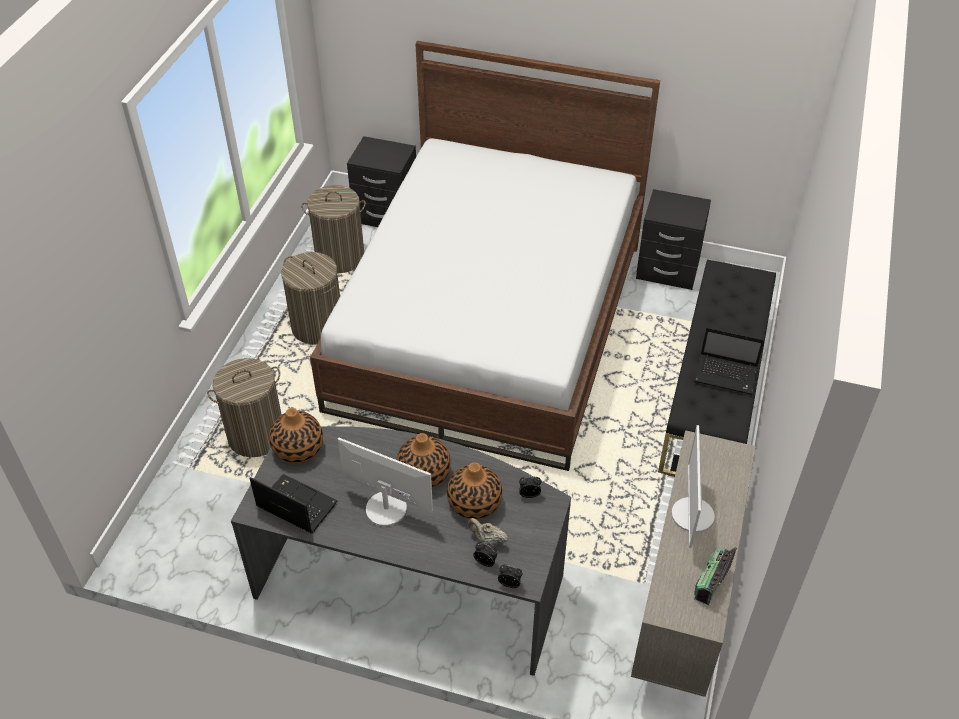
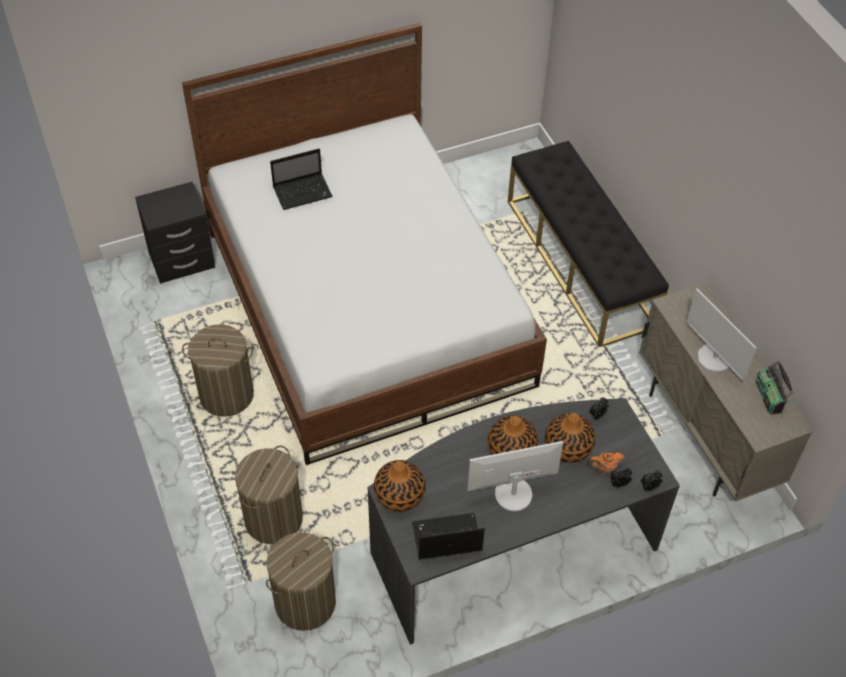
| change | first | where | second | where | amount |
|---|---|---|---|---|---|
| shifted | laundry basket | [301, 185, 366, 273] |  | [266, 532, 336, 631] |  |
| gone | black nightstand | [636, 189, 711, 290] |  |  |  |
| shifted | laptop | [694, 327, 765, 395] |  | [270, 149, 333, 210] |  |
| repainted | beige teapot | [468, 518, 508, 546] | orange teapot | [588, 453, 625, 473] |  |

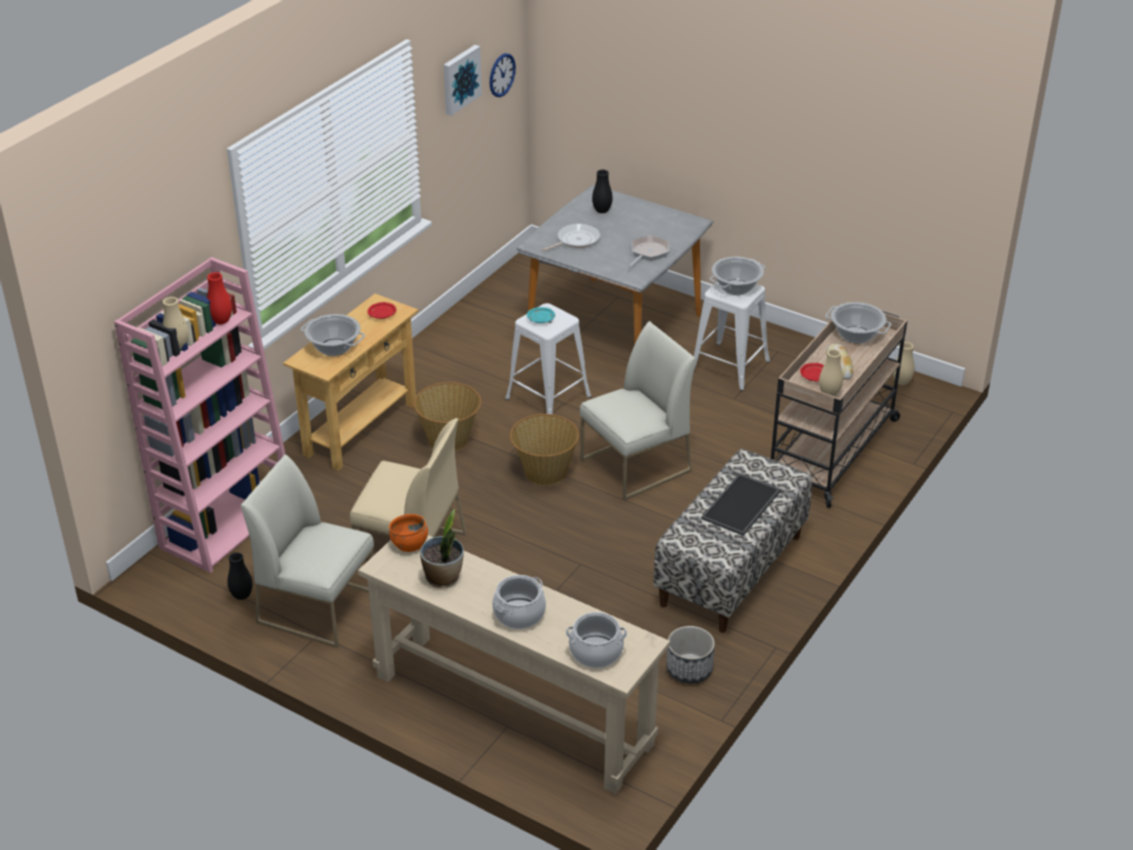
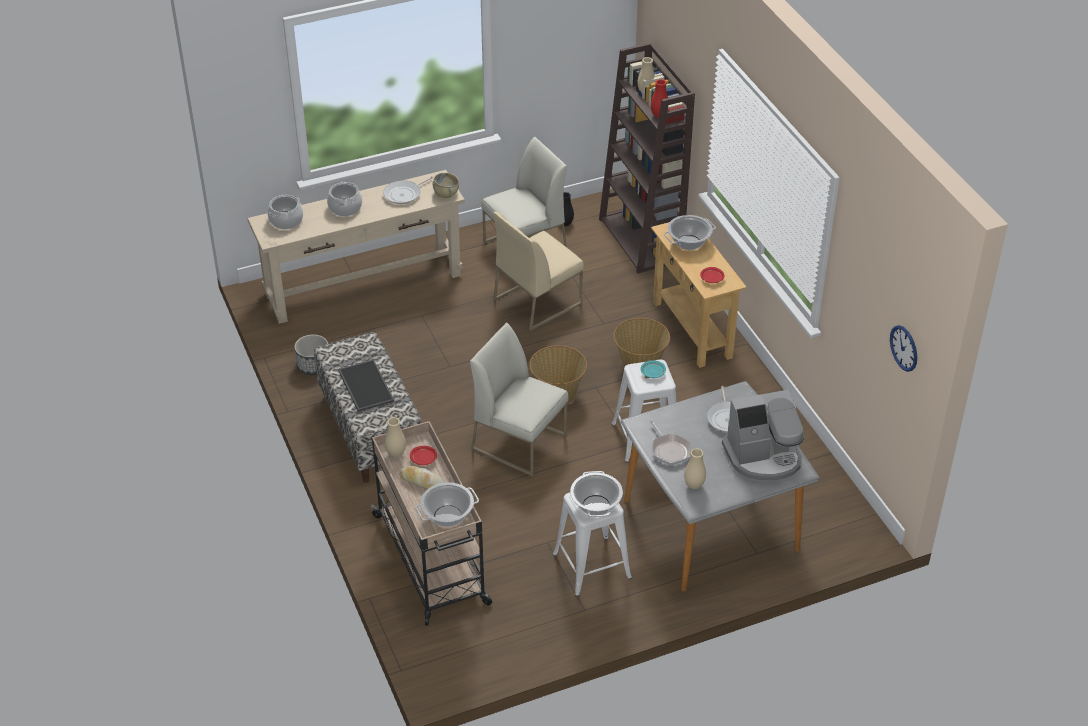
| change | first | where | second | where | amount |
|---|---|---|---|---|---|
| gone | picture | [444, 45, 482, 116] |  |  |  |
| swapped | black vase | [592, 170, 613, 213] | coffee machine | [722, 389, 804, 481] |  |
| repainted | pink bookcase | [114, 257, 285, 573] | brown bookcase | [599, 43, 695, 273] |  |
| rotated | white chair | [580, 321, 696, 501] |  | [470, 323, 568, 476] | 120 degrees clockwise |
| shifted | beige vase | [893, 342, 915, 385] |  | [684, 448, 706, 489] |  |
| swapped | potted plant | [420, 509, 464, 588] | frying pan | [383, 177, 433, 204] |  |
| repainted | orange bowl | [389, 514, 428, 552] | beige bowl | [433, 173, 459, 198] |  |

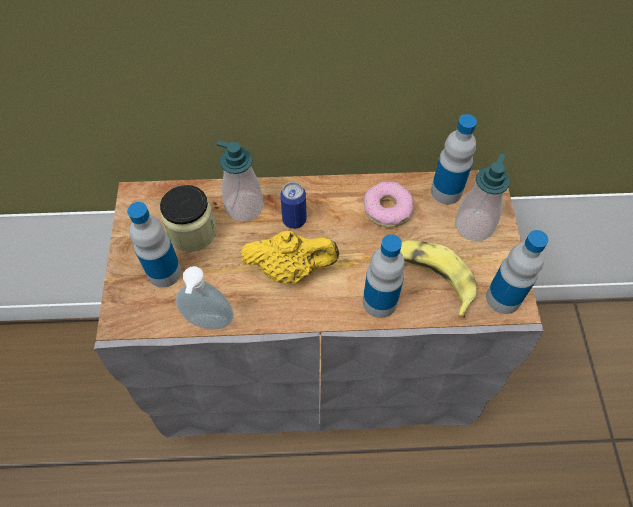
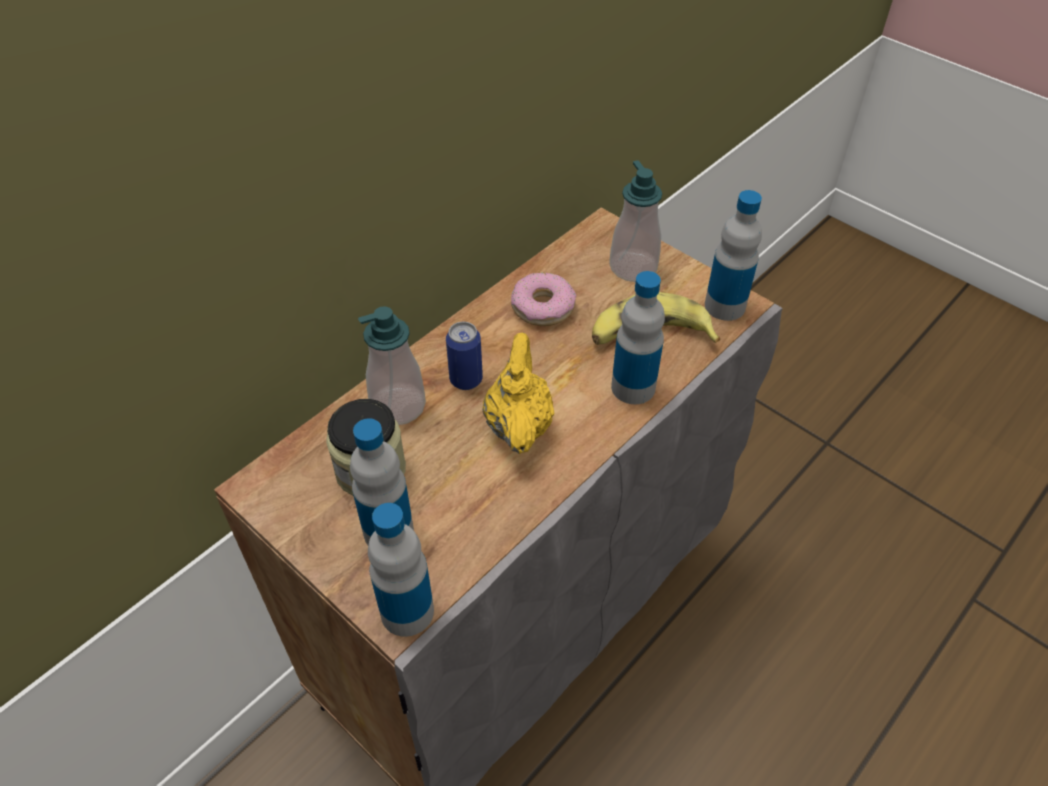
| change | first | where | second | where | amount |
|---|---|---|---|---|---|
| shifted | bottle | [431, 114, 477, 204] |  | [368, 503, 434, 637] |  |
| rotated | yellow teapot | [240, 231, 339, 284] |  | [483, 332, 554, 454] | 45 degrees counterclockwise |
| gone | soap dispenser | [176, 266, 234, 329] |  |  |  |

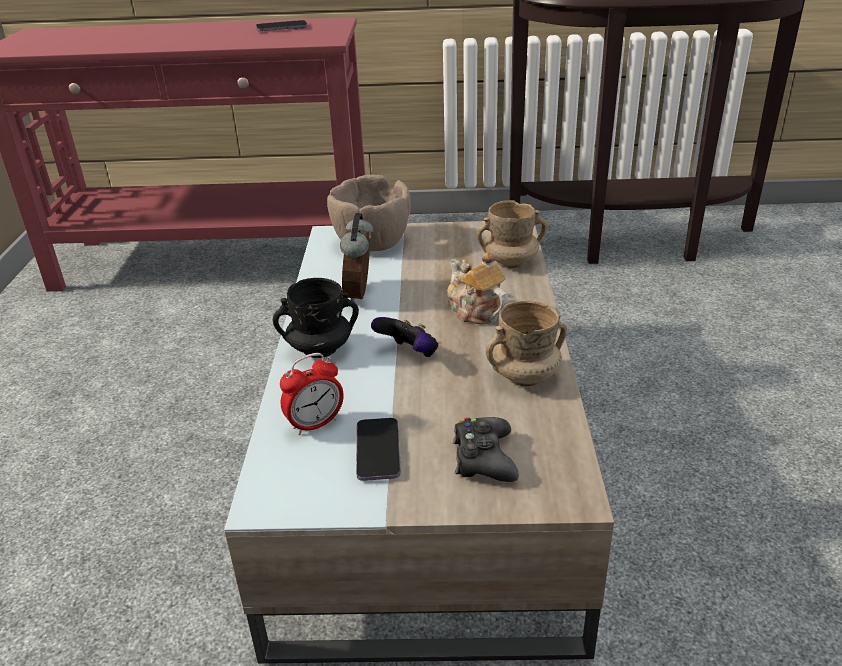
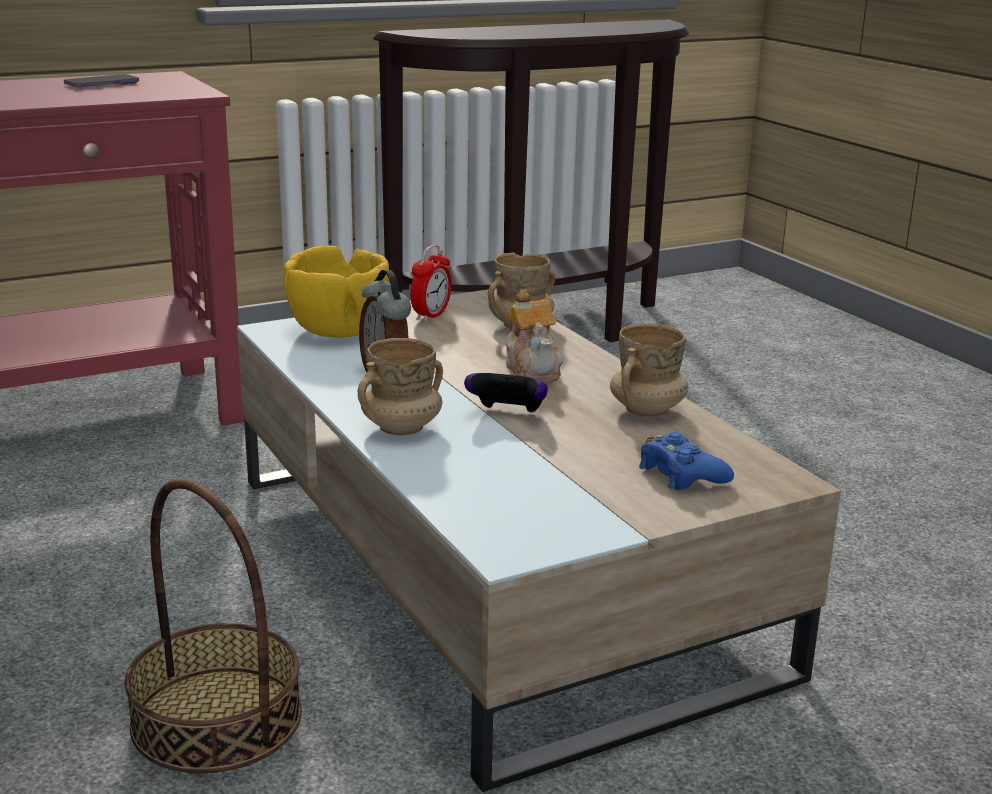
| change | first | where | second | where | amount |
|---|---|---|---|---|---|
| repainted | brown bowl | [327, 175, 411, 251] | yellow bowl | [284, 246, 389, 338] |  |
| rotated | teapot | [447, 251, 508, 324] |  | [505, 289, 563, 384] | 135 degrees counterclockwise |
| repainted | black mug | [273, 278, 359, 358] | beige mug | [358, 338, 443, 435] |  |
| shifted | alarm clock | [280, 353, 344, 435] |  | [410, 245, 452, 322] |  |
| repainted | black game controller | [453, 417, 519, 482] | blue game controller | [639, 432, 734, 490] |  |
| gone | phone | [356, 418, 401, 481] |  |  |  |
| new |  |  | basket | [125, 479, 302, 773] |  |

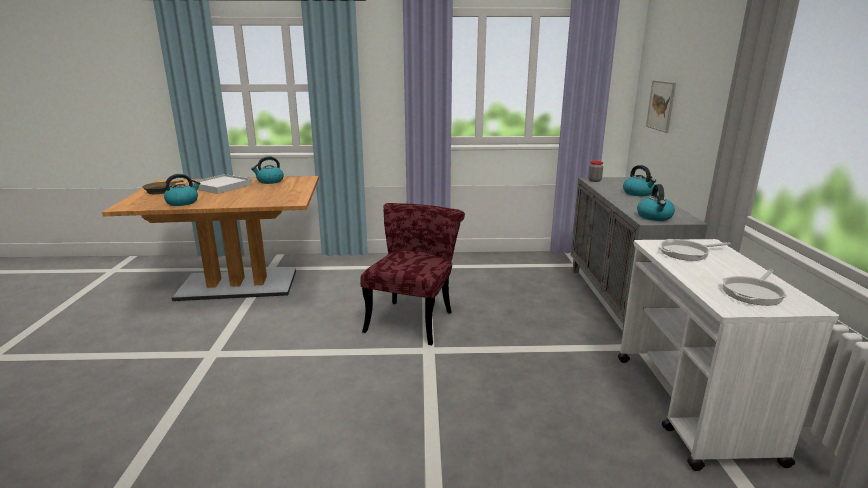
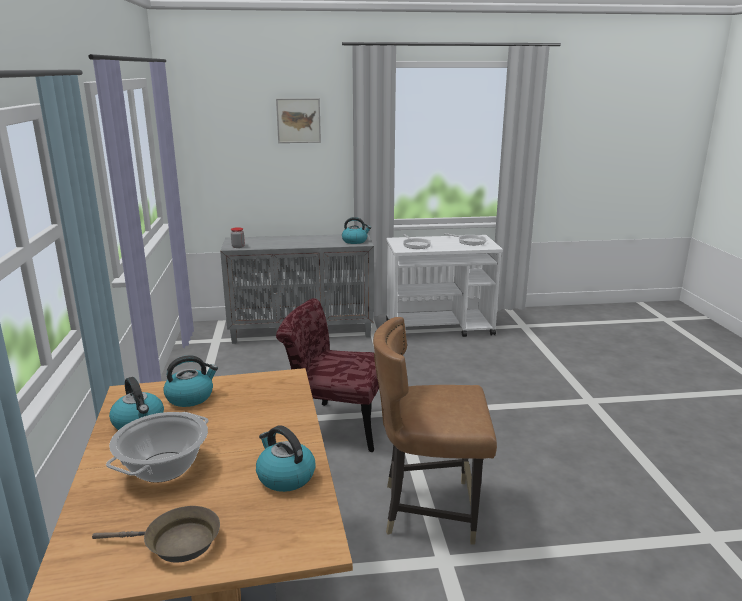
| change | first | where | second | where | amount |
|---|---|---|---|---|---|
| shifted | picture | [646, 80, 676, 133] |  | [276, 98, 321, 143] |  |
| shifted | kettle | [623, 165, 656, 196] |  | [163, 355, 218, 407] |  |
| swapped | white tray | [192, 174, 252, 194] | cooking pot | [106, 412, 209, 483] |  |
| new |  |  | brown chair | [373, 317, 497, 544] |  |

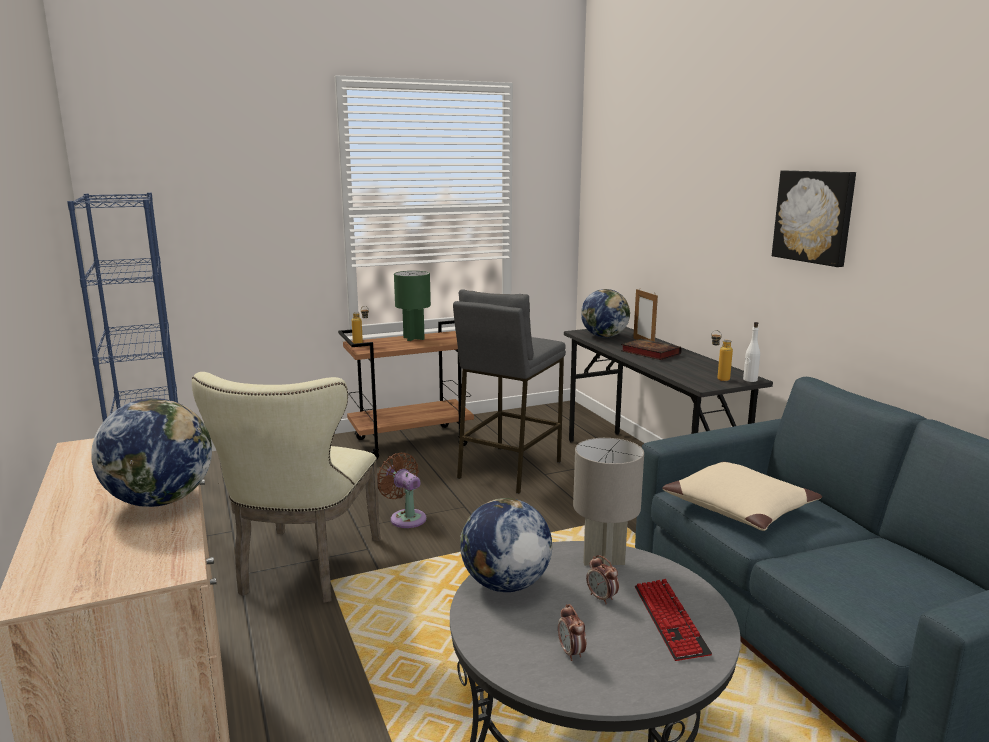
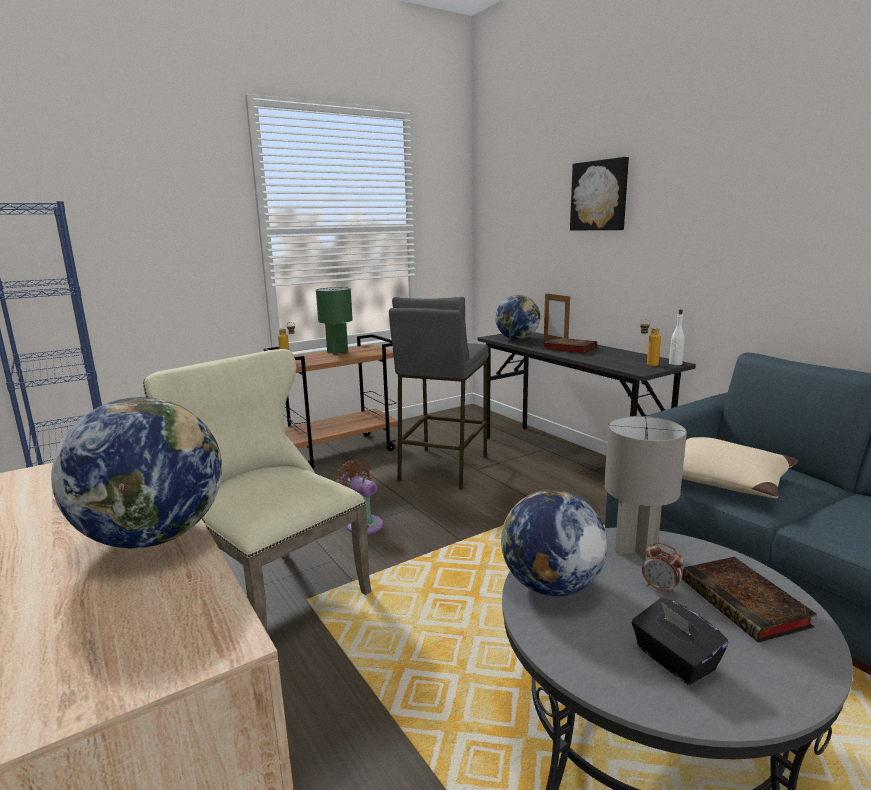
| change | first | where | second | where | amount |
|---|---|---|---|---|---|
| shifted | picture | [772, 170, 856, 267] |  | [570, 157, 629, 230] |  |
| rotated | beige chair | [192, 372, 381, 603] |  | [143, 349, 371, 632] | 135 degrees clockwise |
| swapped | keyboard | [635, 579, 712, 661] | book | [682, 557, 817, 643] |  |
| swapped | alarm clock | [558, 604, 586, 661] | black tissue box | [632, 598, 728, 685] |  |

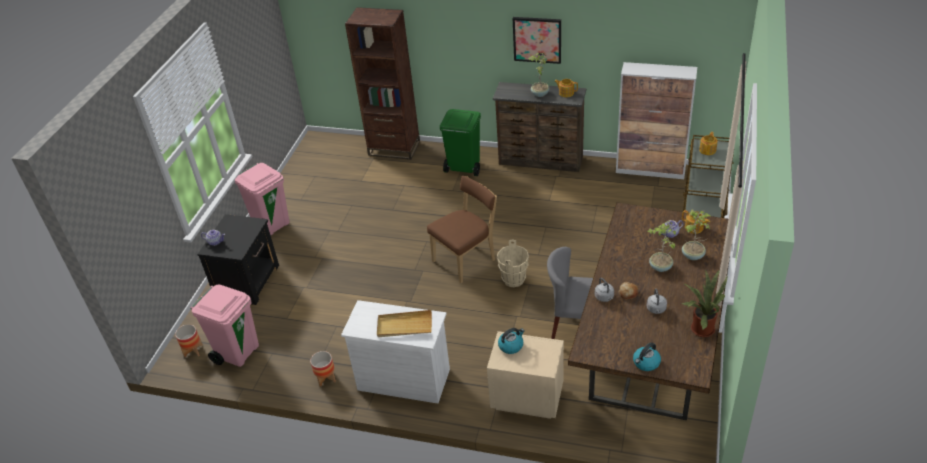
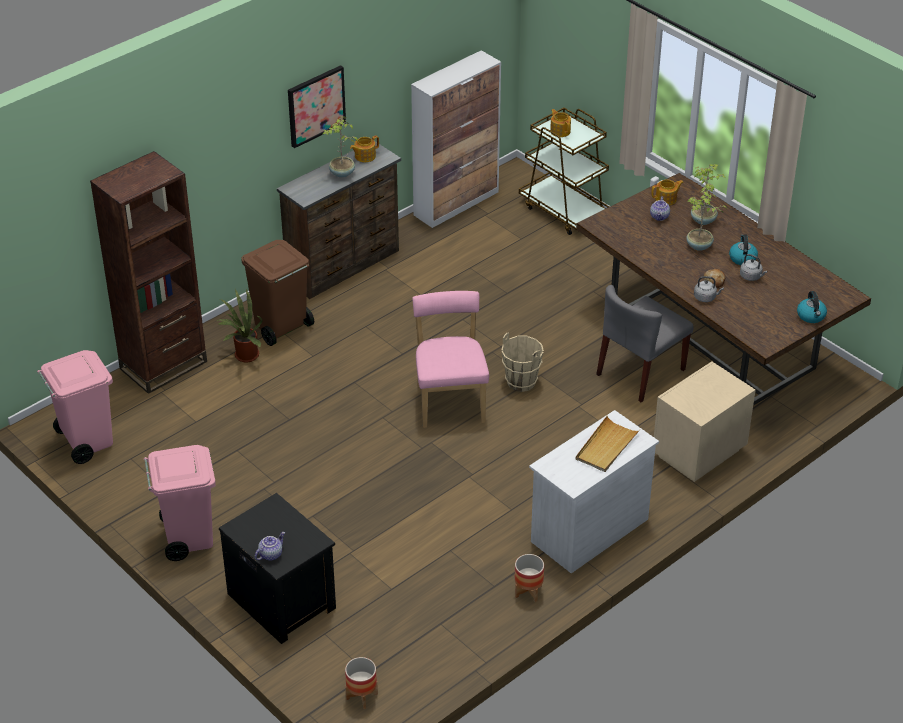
| change | first | where | second | where | amount |
|---|---|---|---|---|---|
| repainted | green trash can | [440, 109, 481, 176] | brown trash can | [241, 240, 314, 346] |  |
| repainted | brown chair | [427, 176, 497, 283] | pink chair | [412, 291, 489, 428] |  |
| shifted | potted plant | [682, 269, 728, 337] |  | [215, 289, 263, 363] |  |
| shifted | pink trash can | [190, 284, 259, 367] |  | [37, 350, 113, 464] |  |
| shifted | kettle | [498, 328, 525, 354] |  | [729, 235, 758, 265] |  |

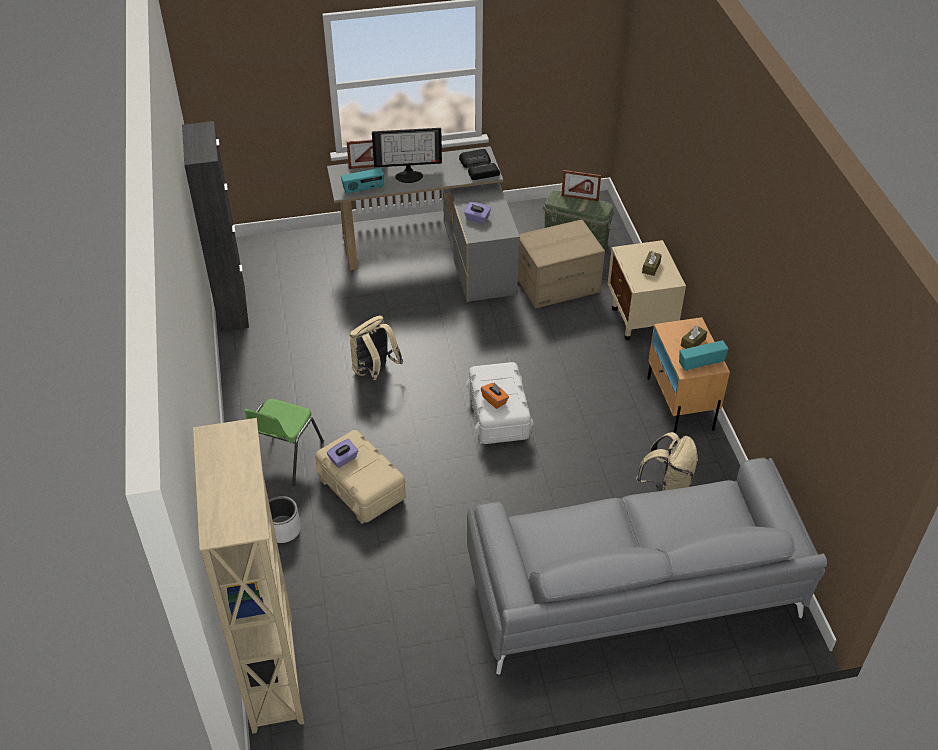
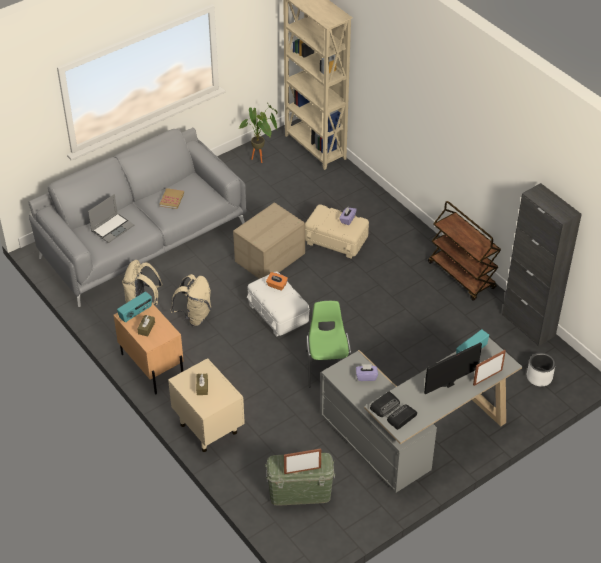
| change | first | where | second | where | amount |
|---|---|---|---|---|---|
| shifted | cardboard box | [518, 219, 605, 308] |  | [233, 202, 305, 279] |  |
| shifted | beige backpack | [349, 316, 403, 380] |  | [171, 274, 211, 326] |  |
| shifted | green chair | [244, 399, 324, 486] |  | [306, 301, 351, 387] |  |
| shifted | white planter | [269, 496, 301, 543] |  | [527, 353, 556, 386] |  |
| new |  |  | potted plant | [239, 103, 278, 163] |  |
| new |  |  | book | [159, 188, 184, 209] |  |
| new |  |  | laptop | [88, 194, 134, 243] |  |
| new |  |  | brown cart | [428, 201, 501, 301] |  |

